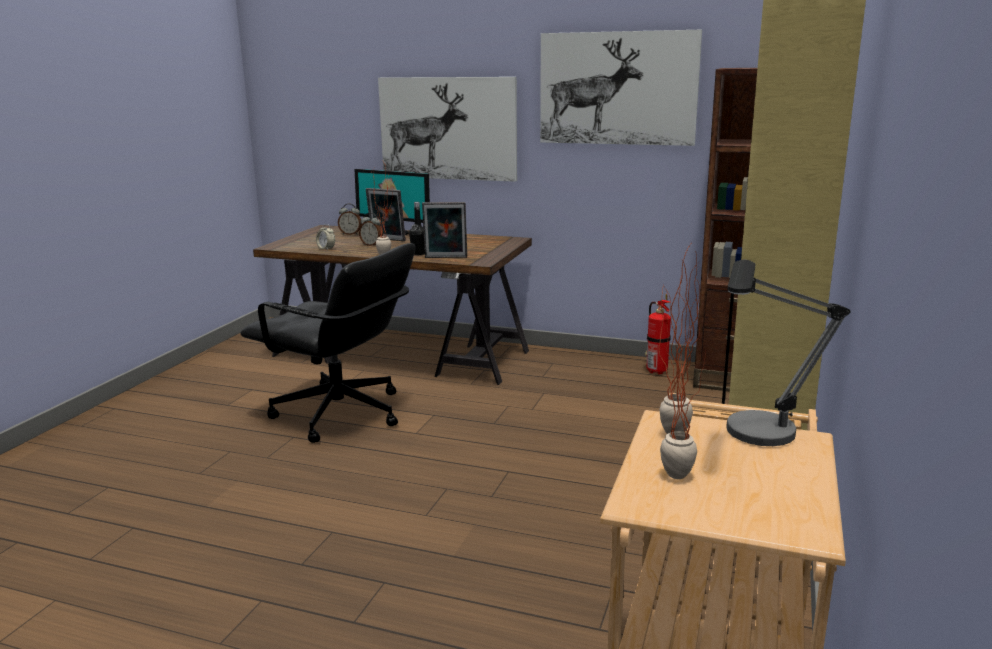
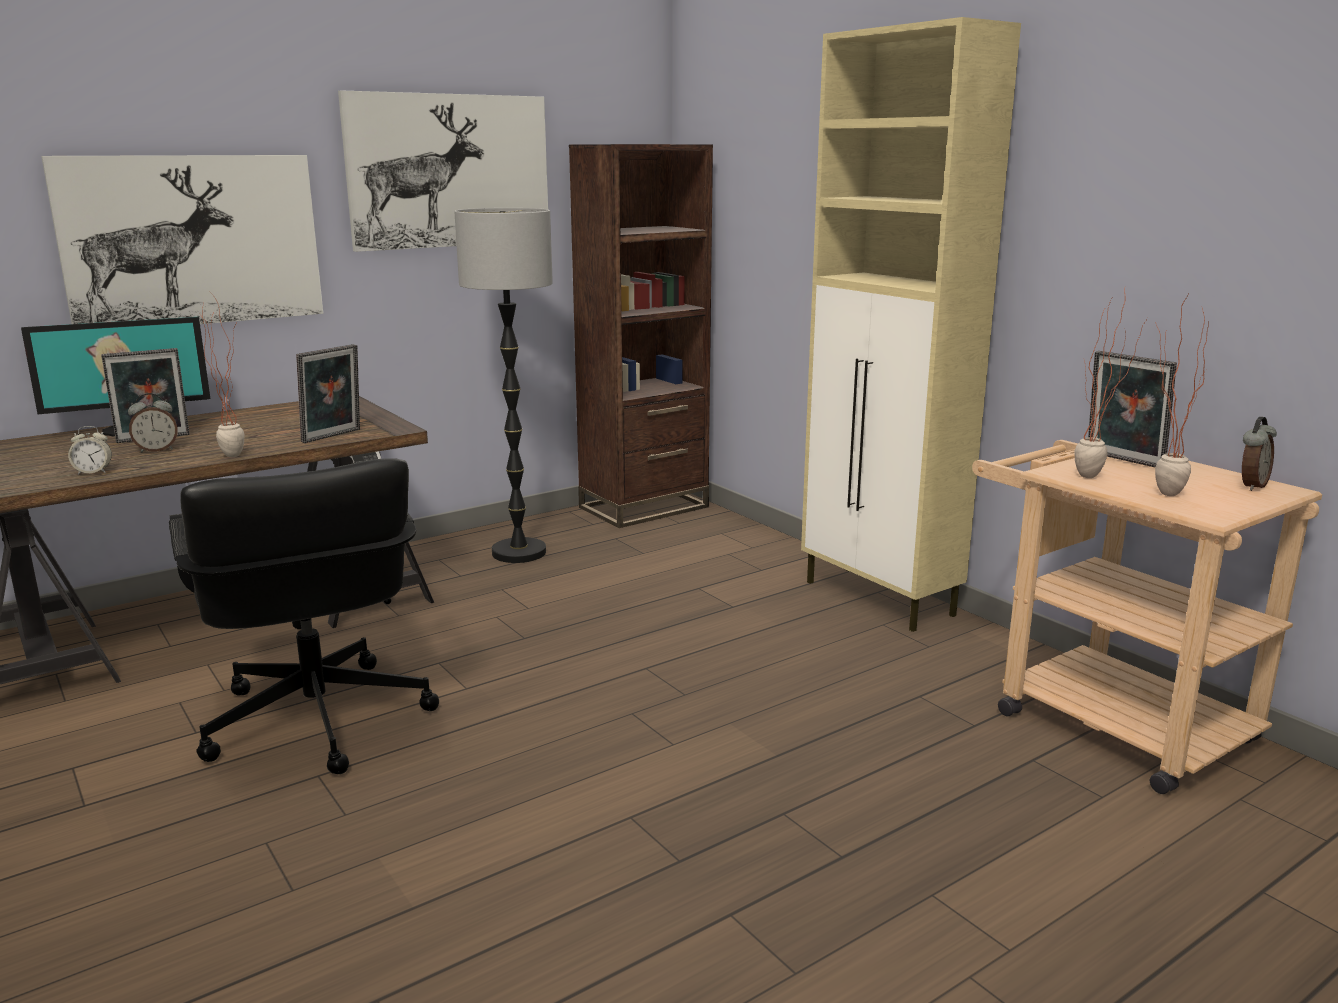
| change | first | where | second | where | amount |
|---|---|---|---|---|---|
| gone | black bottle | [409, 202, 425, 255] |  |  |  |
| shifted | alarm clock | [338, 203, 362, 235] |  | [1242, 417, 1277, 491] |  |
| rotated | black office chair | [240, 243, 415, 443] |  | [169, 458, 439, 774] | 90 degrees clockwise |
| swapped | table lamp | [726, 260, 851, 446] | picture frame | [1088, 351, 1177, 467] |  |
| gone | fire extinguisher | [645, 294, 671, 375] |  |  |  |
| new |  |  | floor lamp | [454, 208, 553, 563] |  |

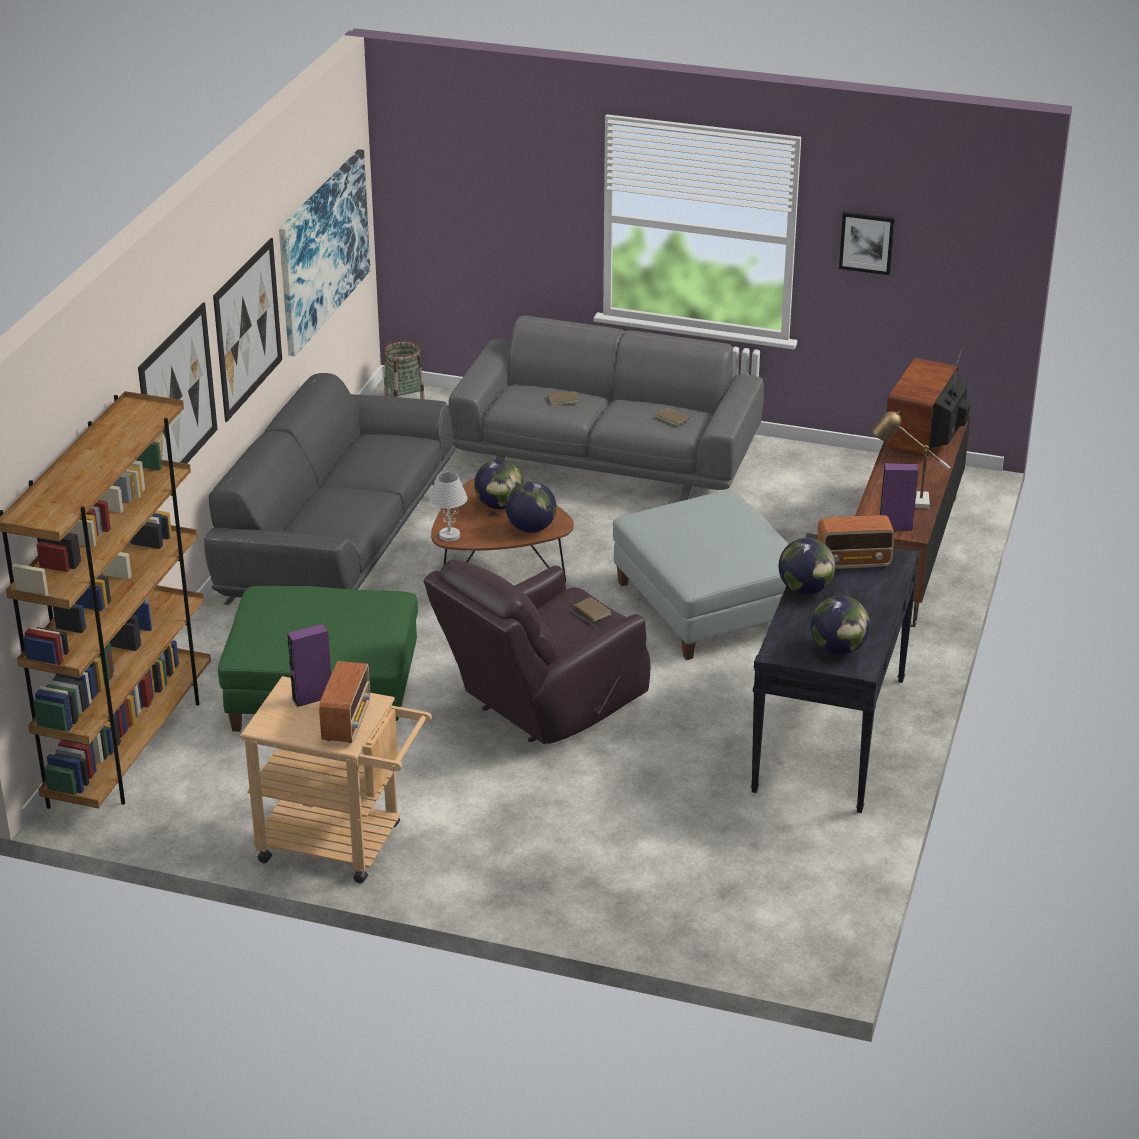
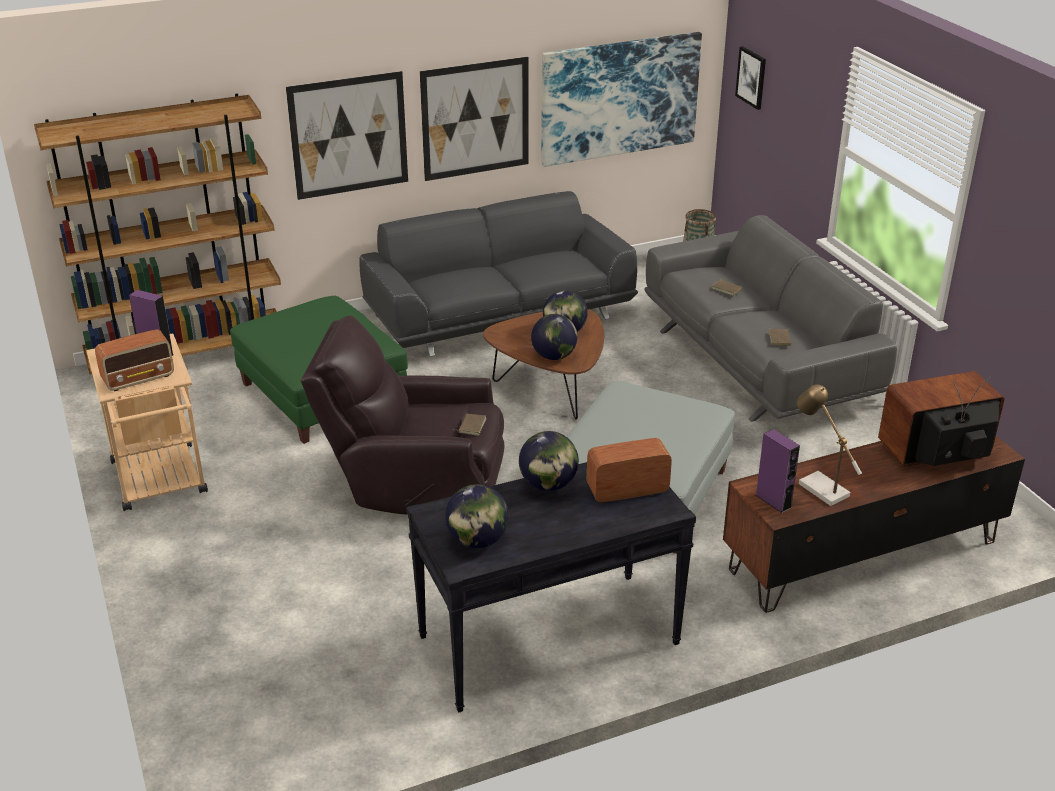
| change | first | where | second | where | amount |
|---|---|---|---|---|---|
| shifted | picture | [839, 212, 895, 275] |  | [735, 46, 766, 110] |  |
| gone | white table lamp | [429, 472, 467, 541] |  |  |  |
| rotated | radio | [817, 515, 895, 569] |  | [587, 438, 672, 503] | 120 degrees clockwise |

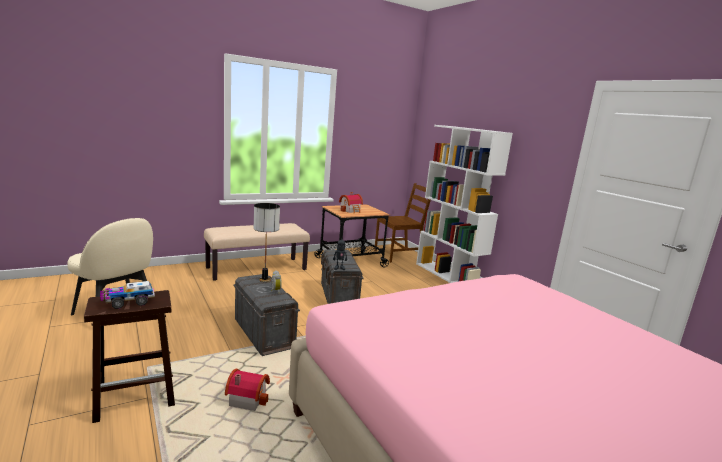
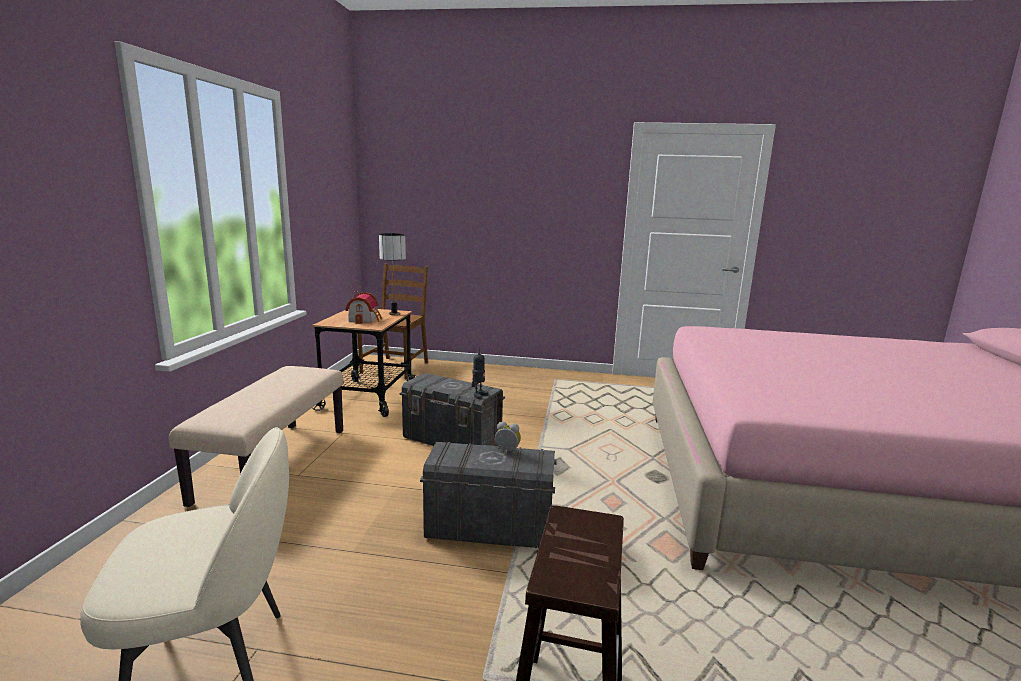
| change | first | where | second | where | amount |
|---|---|---|---|---|---|
| gone | white bookcase | [416, 125, 513, 283] |  |  |  |
| shifted | table lamp | [254, 203, 280, 282] |  | [379, 233, 406, 315] |  |
| gone | toy truck | [100, 281, 155, 309] |  |  |  |
| gone | toy house | [225, 369, 270, 411] |  |  |  |

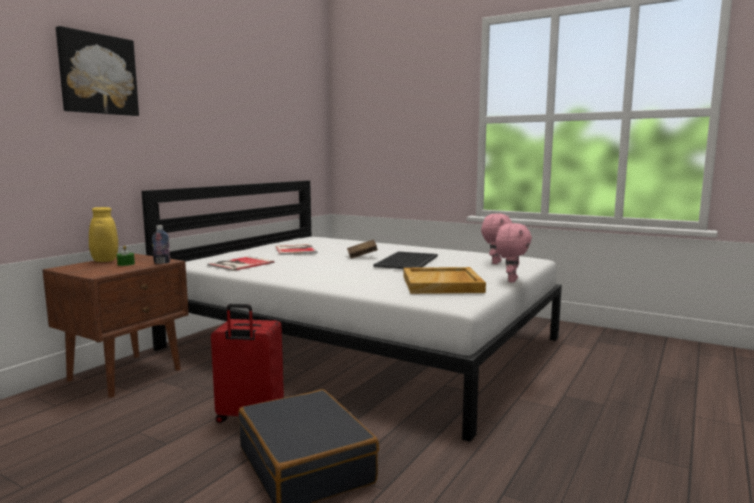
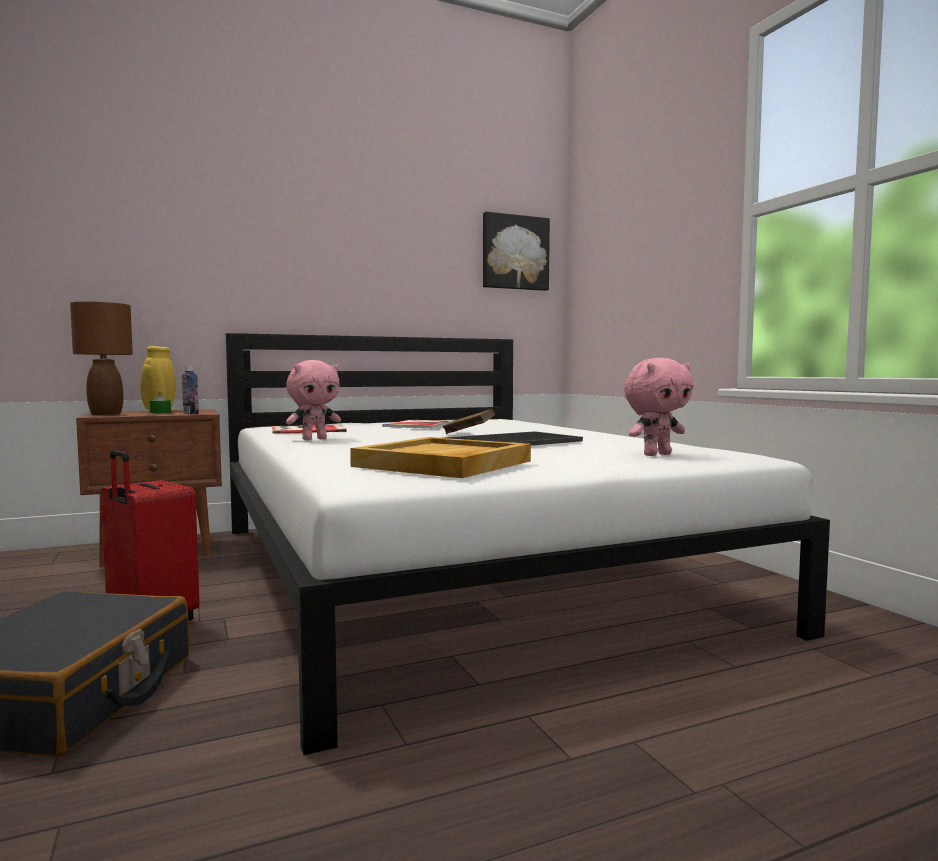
| change | first | where | second | where | amount |
|---|---|---|---|---|---|
| shifted | picture | [56, 26, 139, 116] |  | [483, 212, 550, 291] |  |
| shifted | pink plush toy | [496, 223, 532, 283] |  | [286, 360, 341, 440] |  |
| new |  |  | brown table lamp | [70, 302, 133, 415] |  |

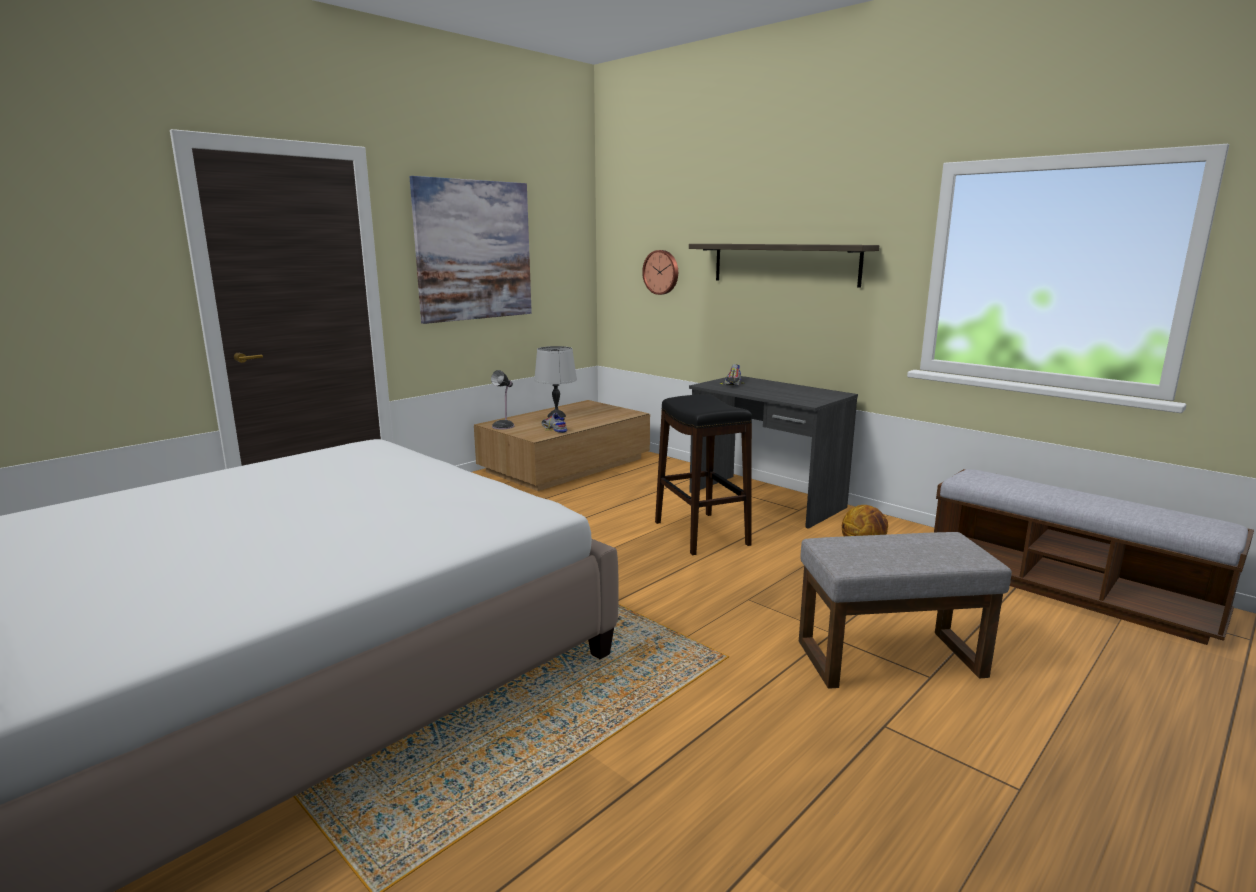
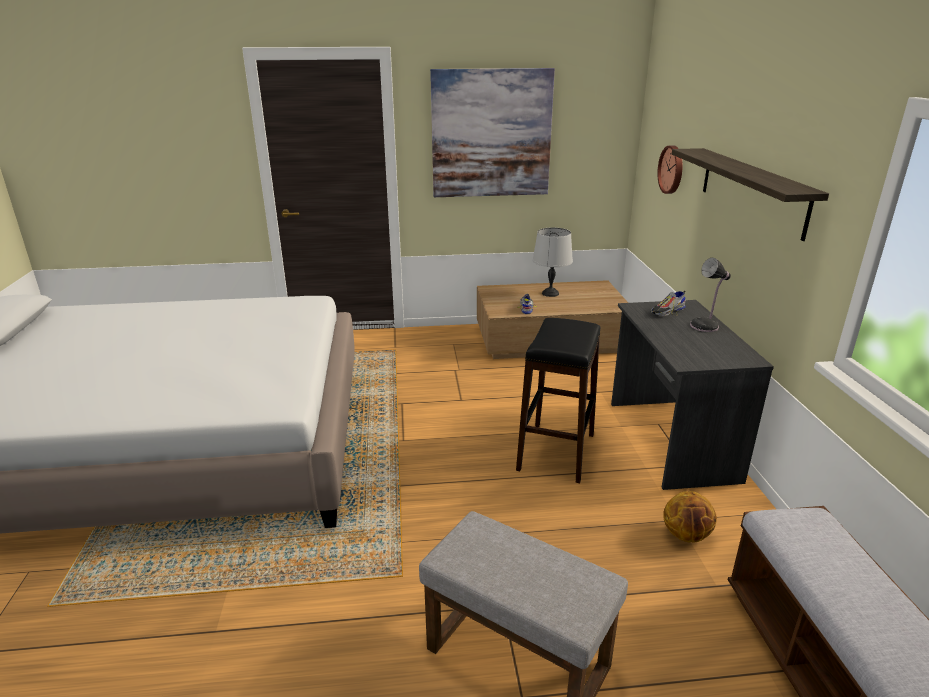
| change | first | where | second | where | amount |
|---|---|---|---|---|---|
| shifted | table lamp | [491, 370, 514, 429] |  | [690, 258, 731, 332] |  |

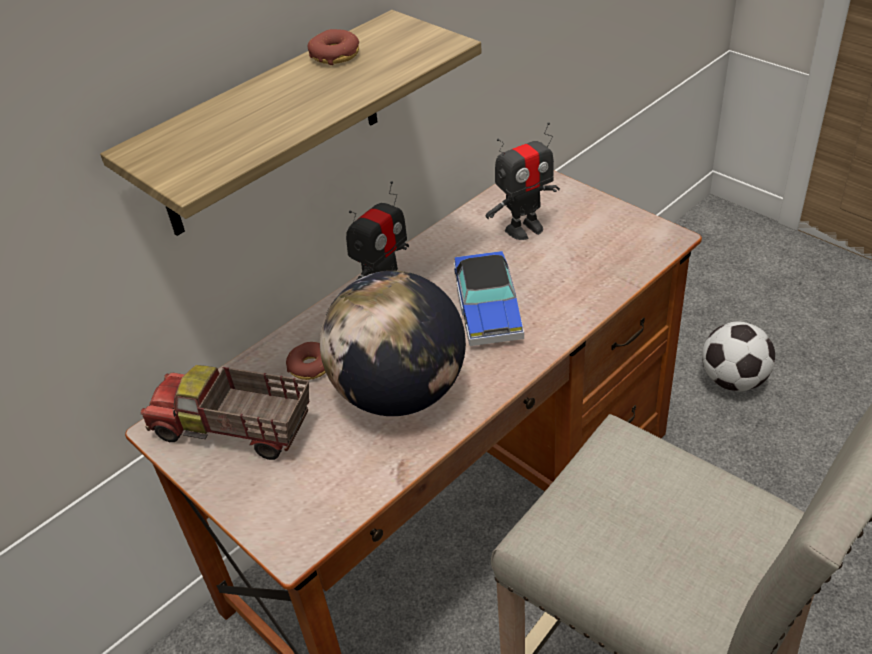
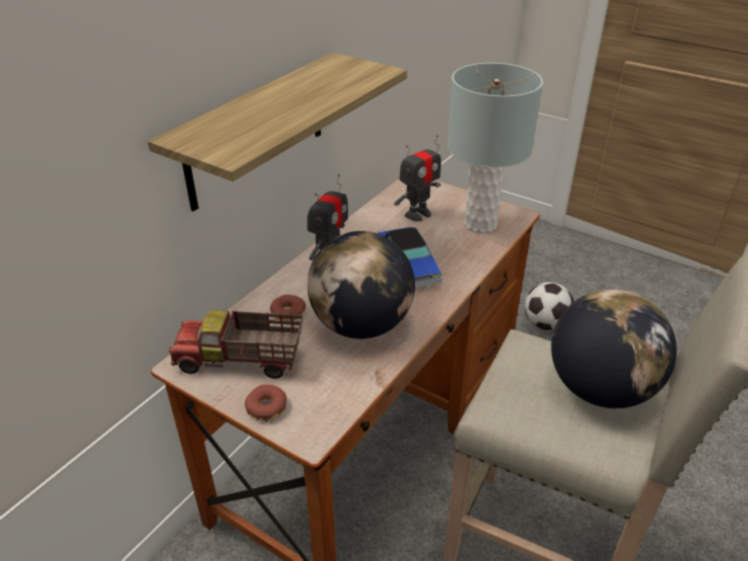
| change | first | where | second | where | amount |
|---|---|---|---|---|---|
| shifted | donut | [308, 29, 359, 65] |  | [245, 385, 287, 422] |  |
| new |  |  | grey table lamp | [447, 63, 543, 234] |  |
| new |  |  | globe | [551, 289, 677, 409] |  |

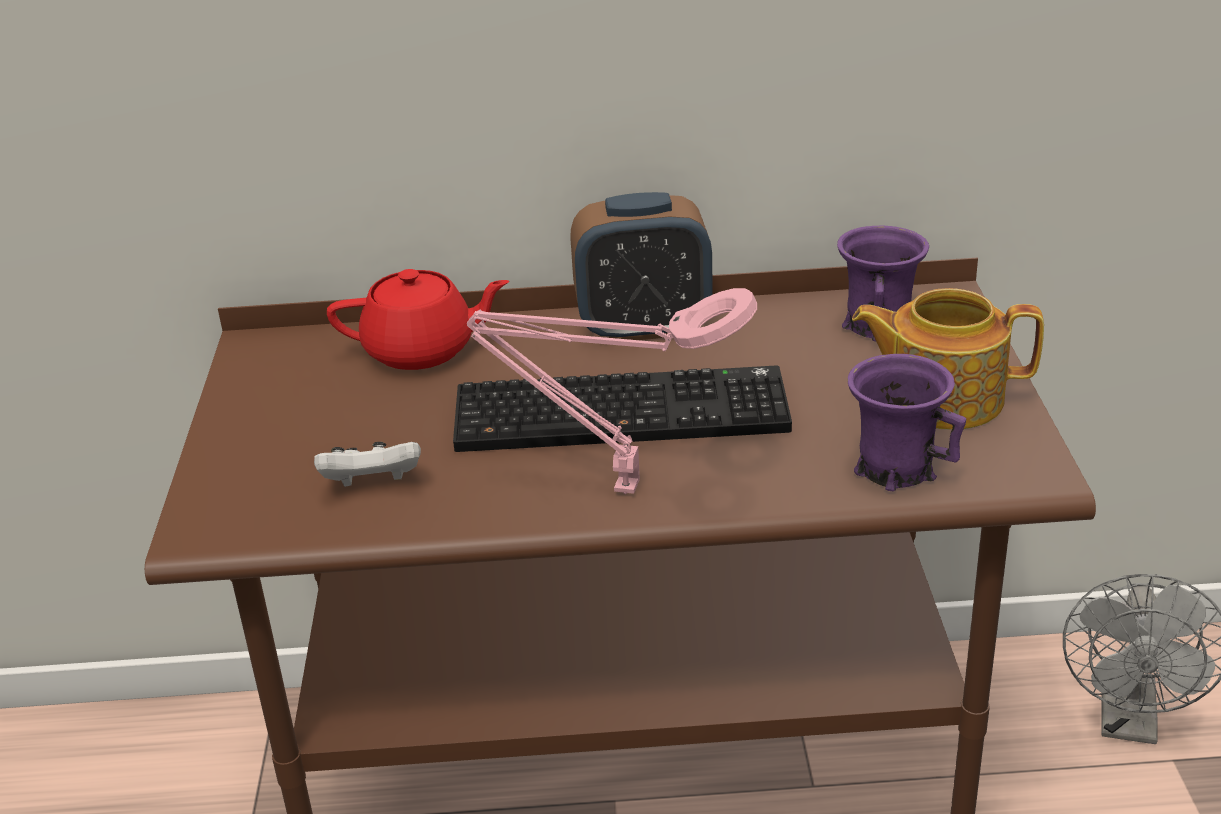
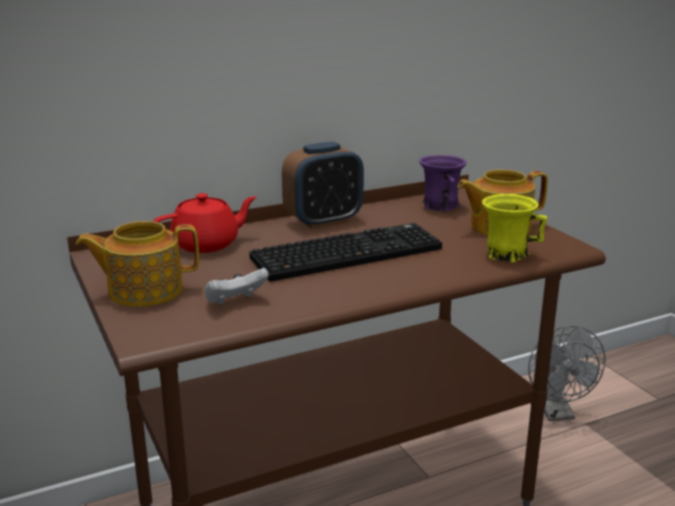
| change | first | where | second | where | amount |
|---|---|---|---|---|---|
| gone | pink table lamp | [467, 288, 757, 494] |  |  |  |
| repainted | purple mug | [847, 354, 966, 491] | yellow mug | [482, 194, 547, 263] |  |
| new |  |  | teapot | [76, 221, 199, 307] |  |

